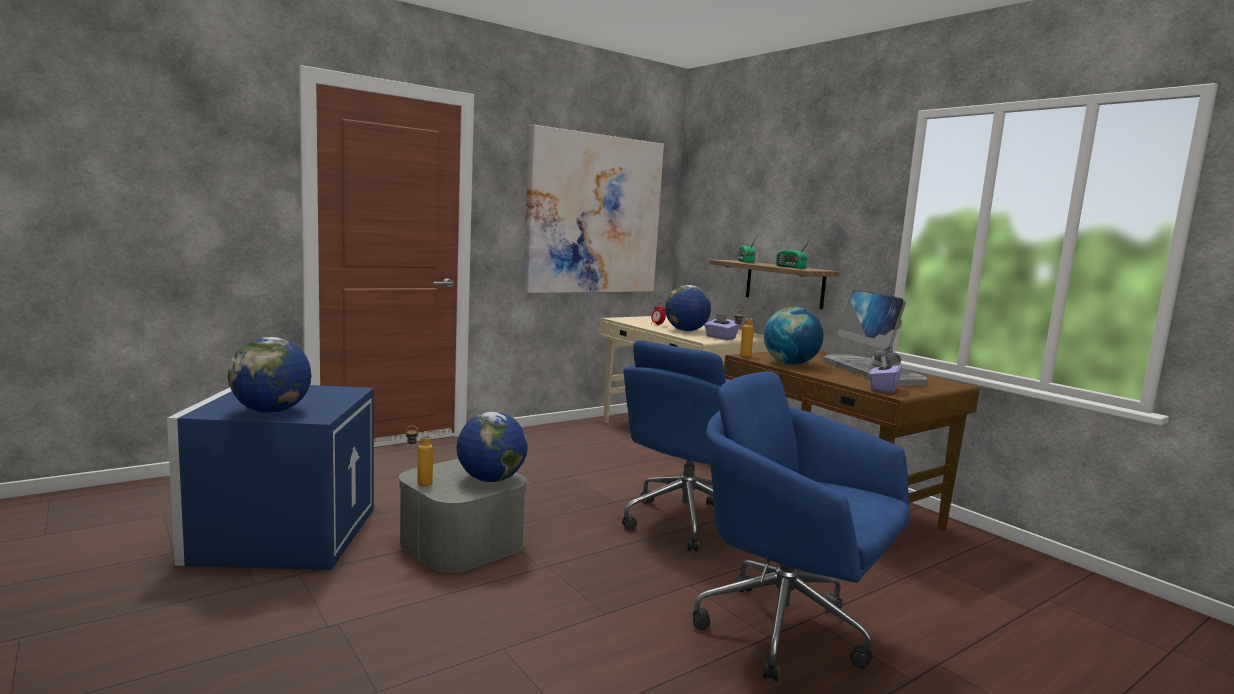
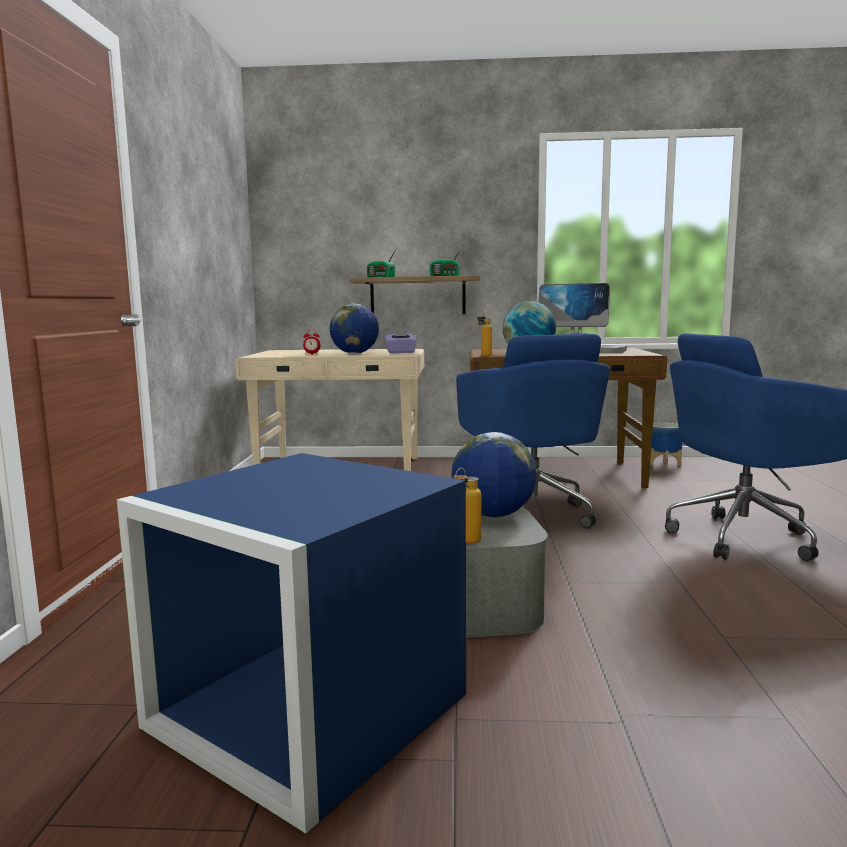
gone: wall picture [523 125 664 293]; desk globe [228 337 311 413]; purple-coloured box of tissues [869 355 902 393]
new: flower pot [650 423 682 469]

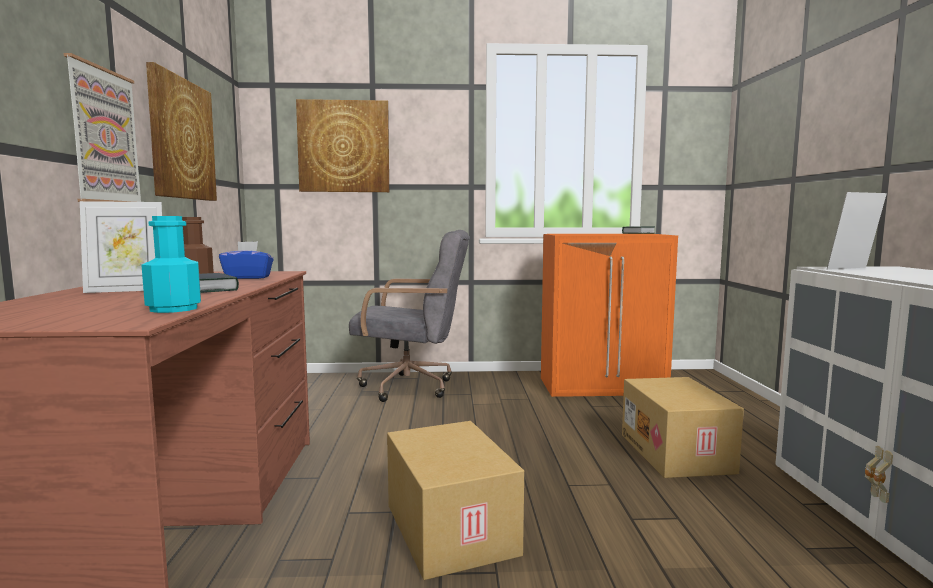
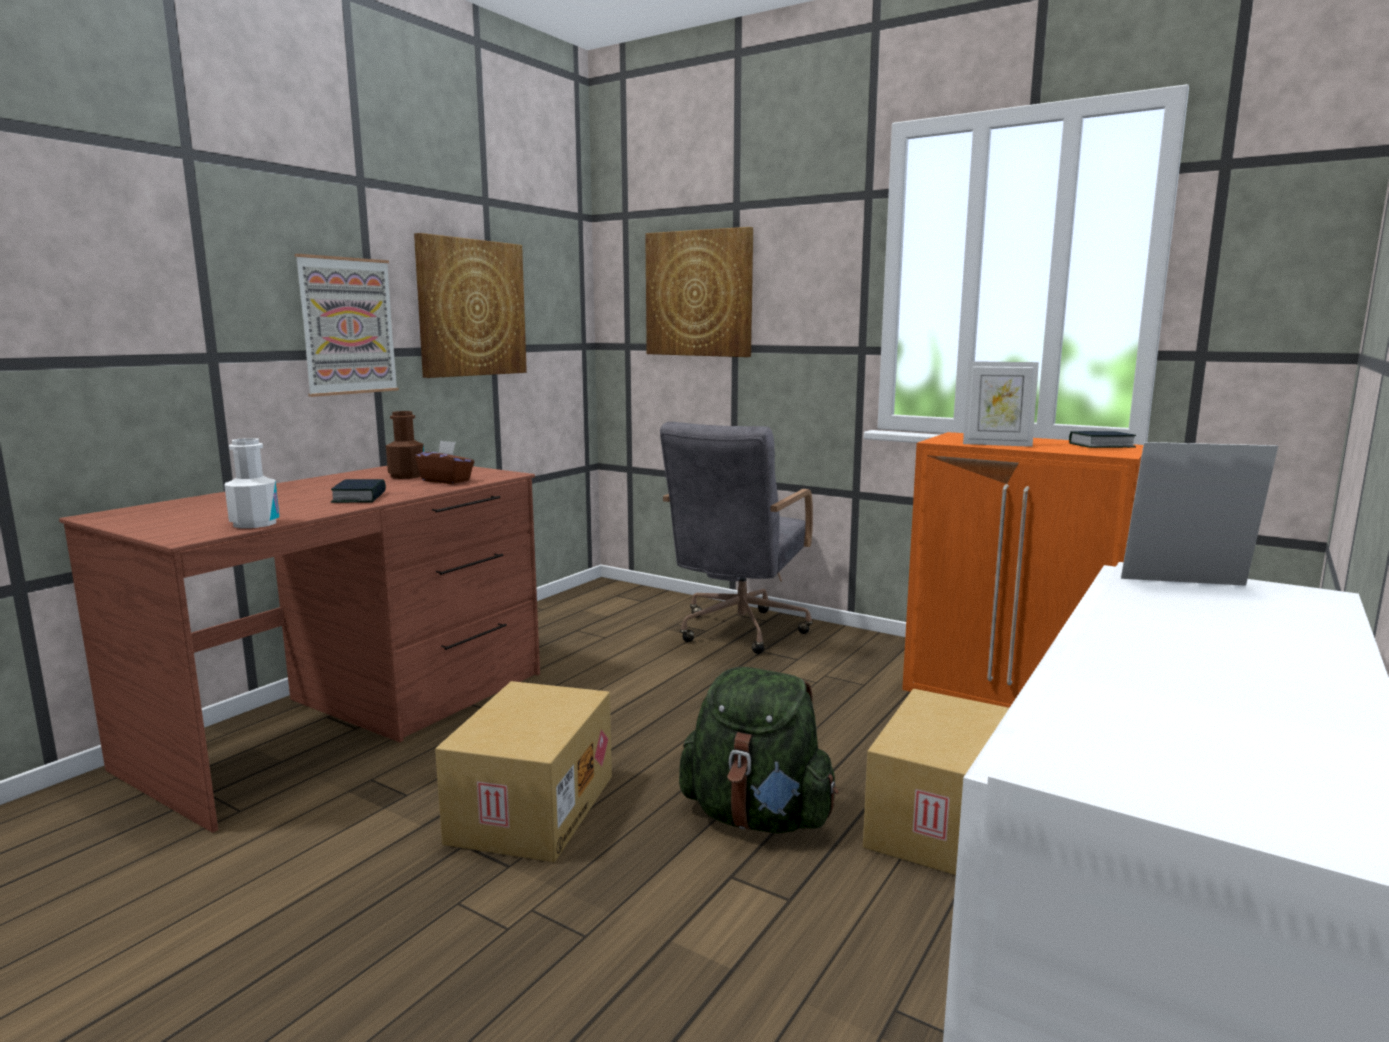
new: greenish rucksack [679 667 839 834]
shifted: photo frame [80 201 162 293] to [963 361 1039 447]
repainted: turquoise drink bottle [141 216 201 313] to whitish drink bottle [224 438 279 528]; blue box of tissues [219 241 274 279] to brownish box of tissues [415 440 474 484]
rotated: grey computer chair [349 230 470 402] = [660 422 813 654] 75 degrees clockwise

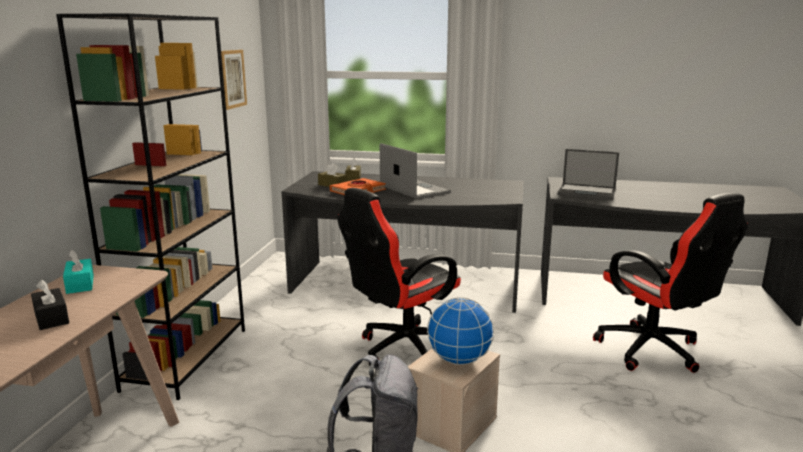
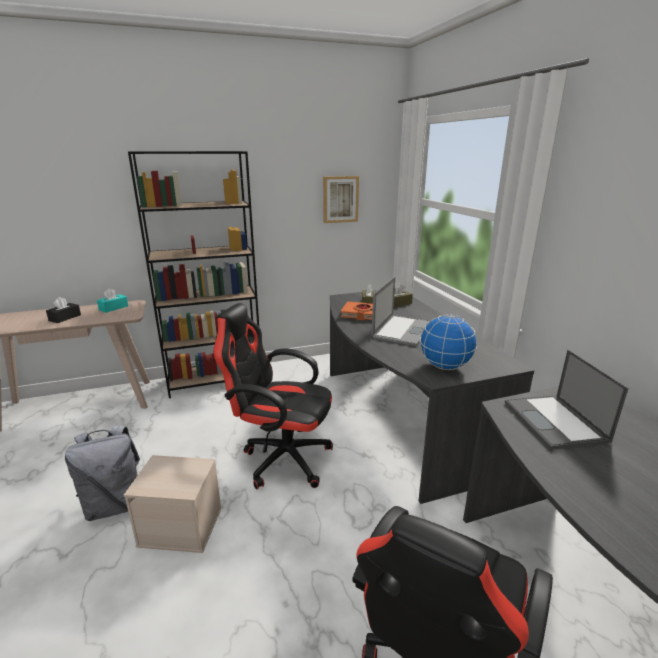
shifted: desk globe [427 297 494 365] to [420 314 477 370]

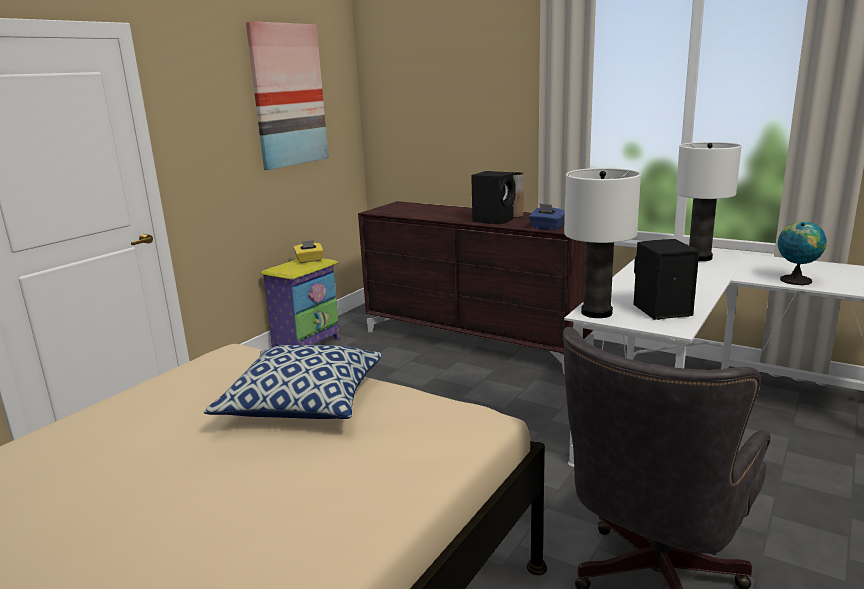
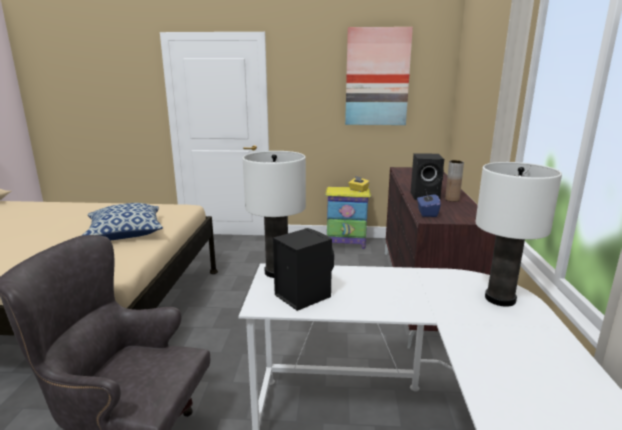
gone: desk globe [778 221 827 285]

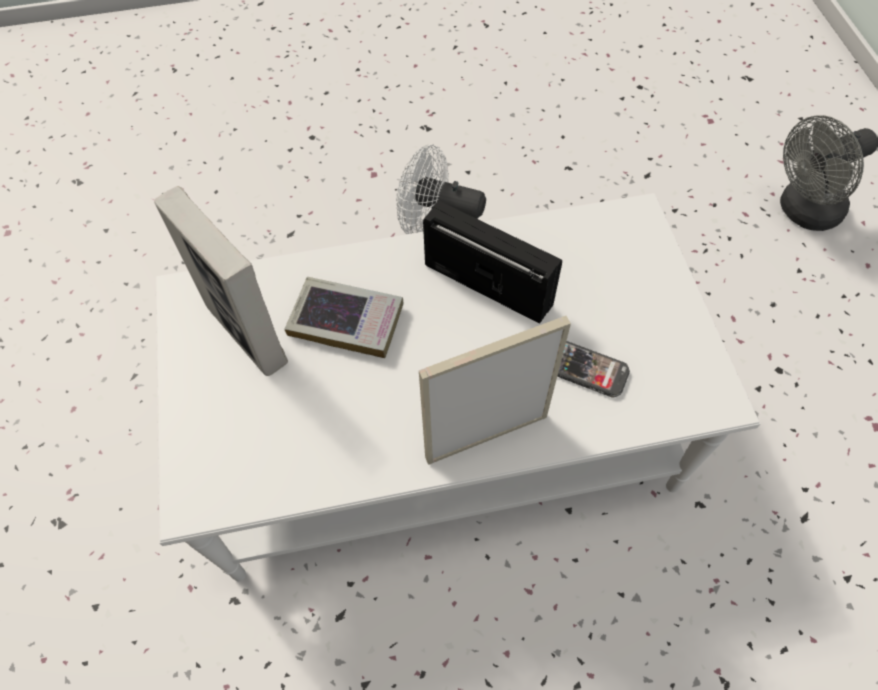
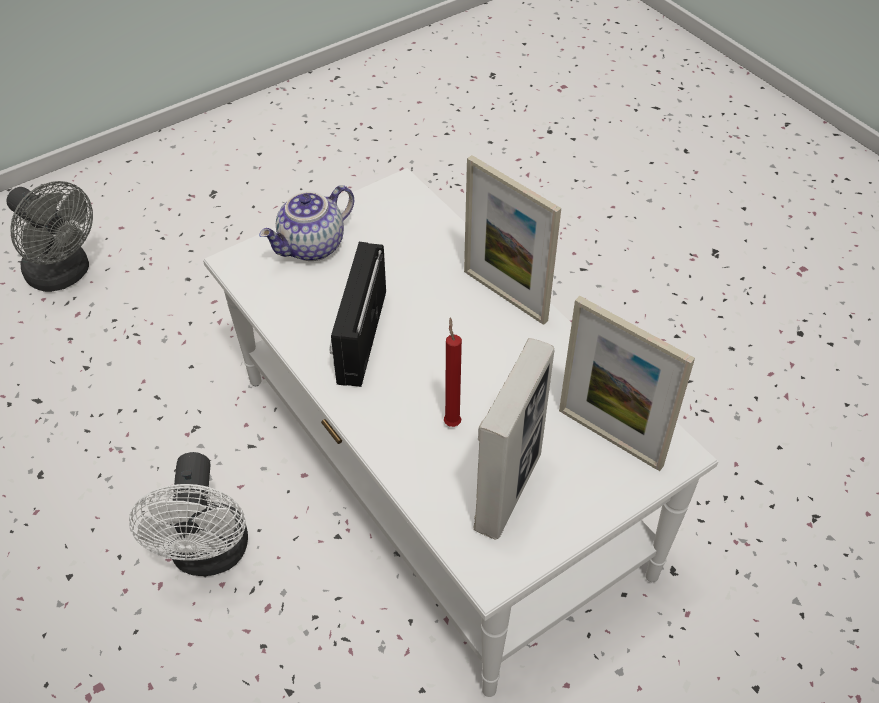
gone: phone [557 341 630 397]
new: pot for tea [259 185 354 261]; photo frame [559 296 695 471]
swapped: bound book [284 277 404 358] to red-coloured candle [444 318 462 427]

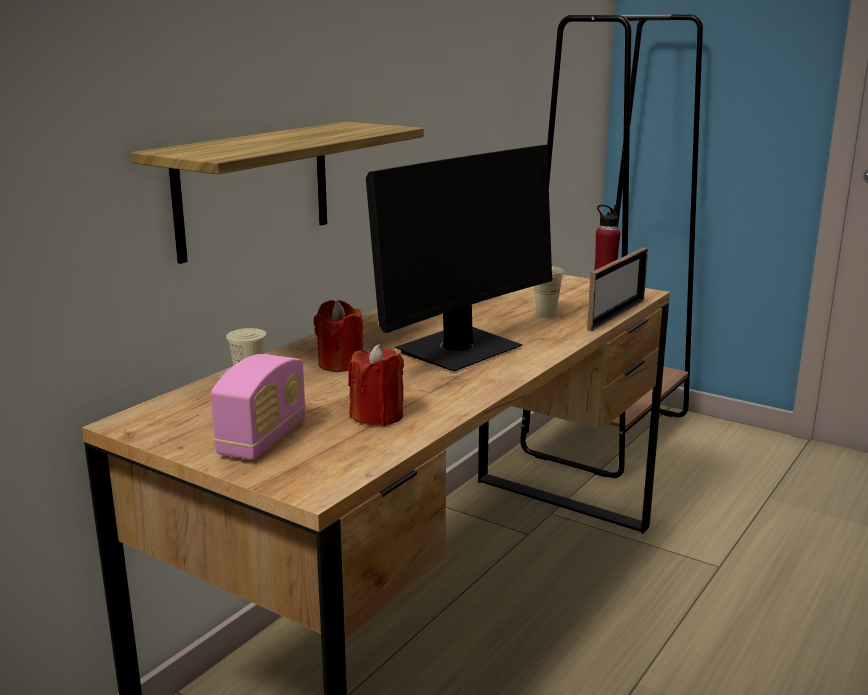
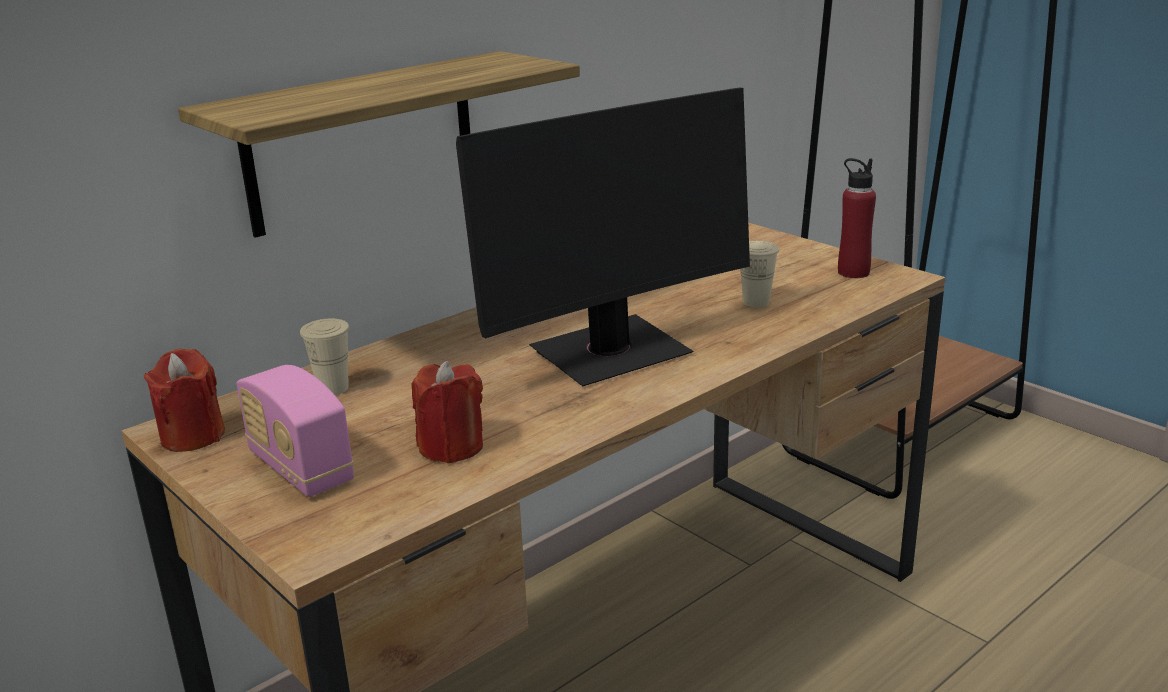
gone: photo frame [587 247 648 331]
shifted: red-coloured candle [314 300 364 372] to [144 349 225 452]
rotated: radio receiver [211 354 306 460] = [237 365 354 497] 105 degrees clockwise

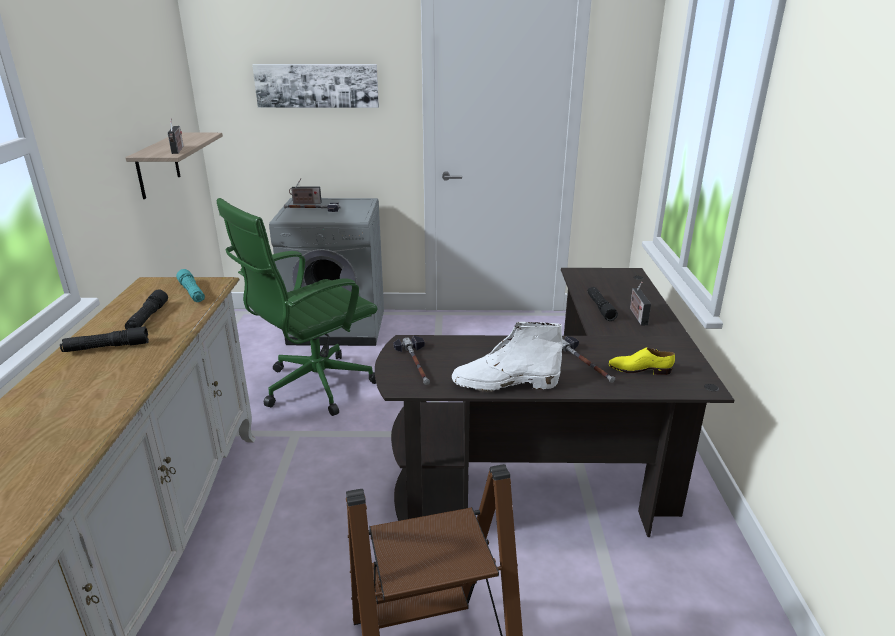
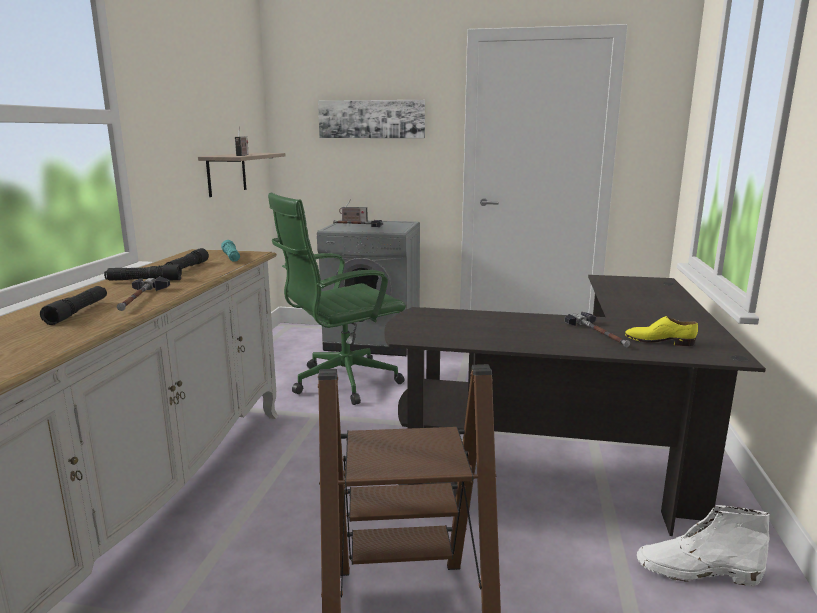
gone: radio receiver [630 282 651 325]
shifted: black torch [587 287 618 321] to [40 286 107 325]; whitish high-top boot [452 322 563 392] to [637 505 770 586]; hammer [393 336 430 385] to [117 276 170 311]

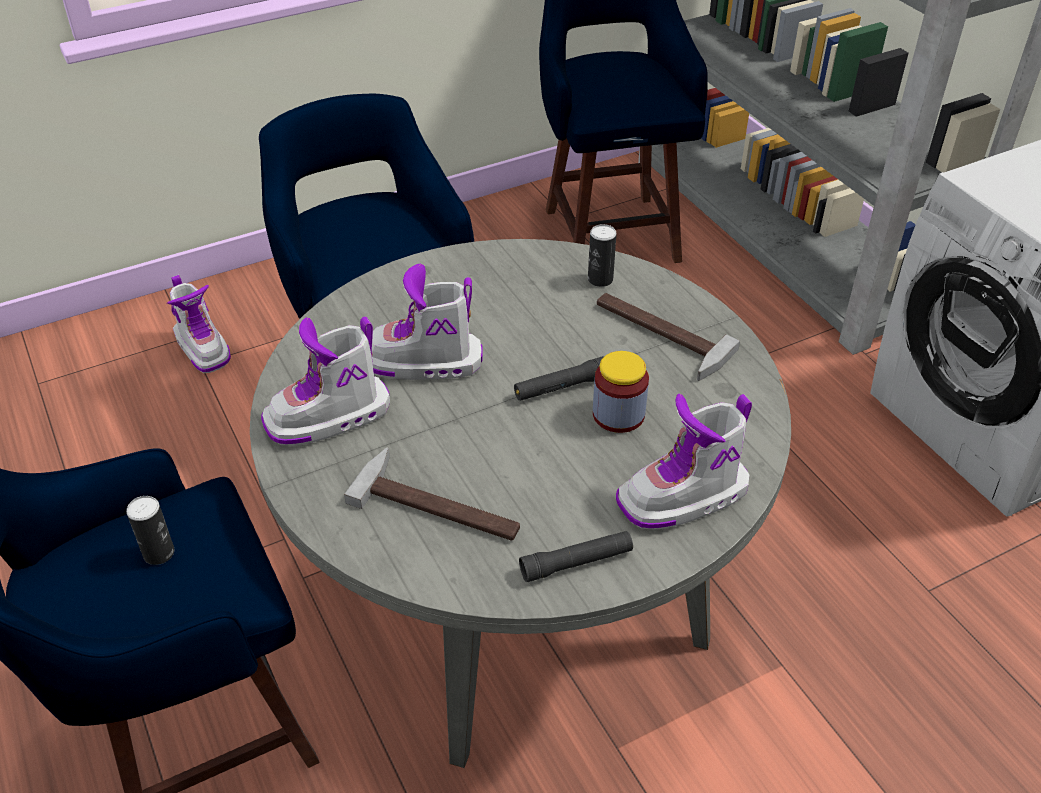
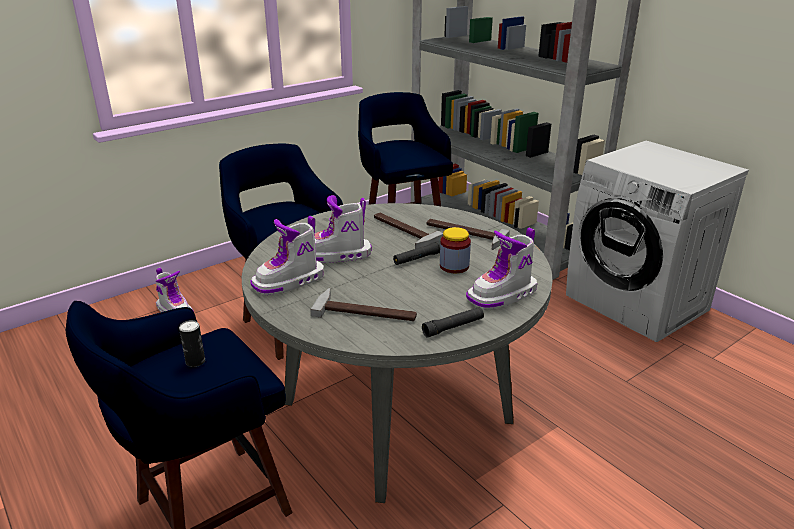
gone: can [588 224 617 287]
new: hammer [374 213 443 249]

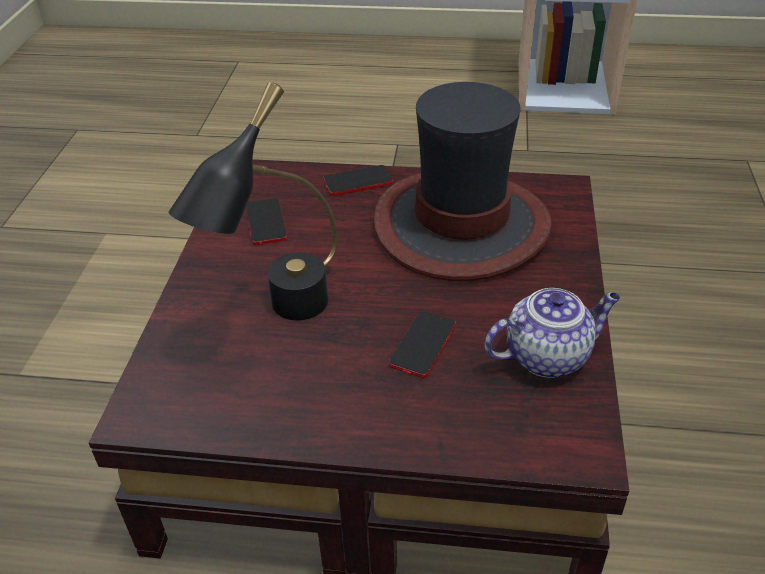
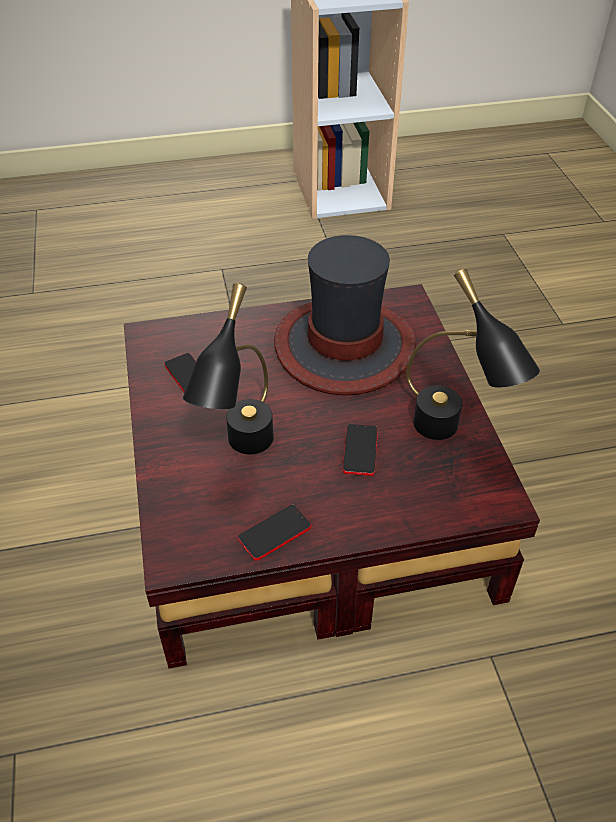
shifted: phone [323 165 393 196] to [238 505 311 561]
swapped: pot for tea [484 288 620 378] to black lamp for a table [406 269 540 440]

